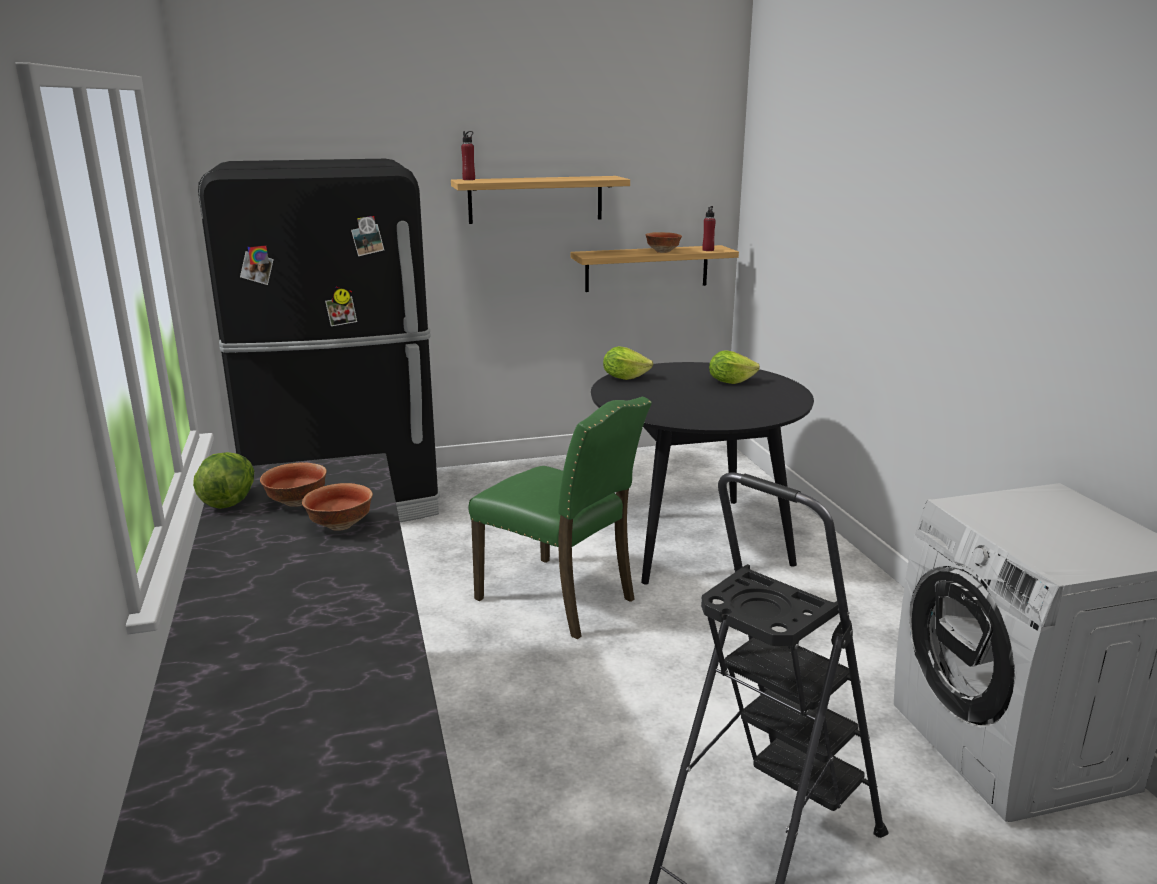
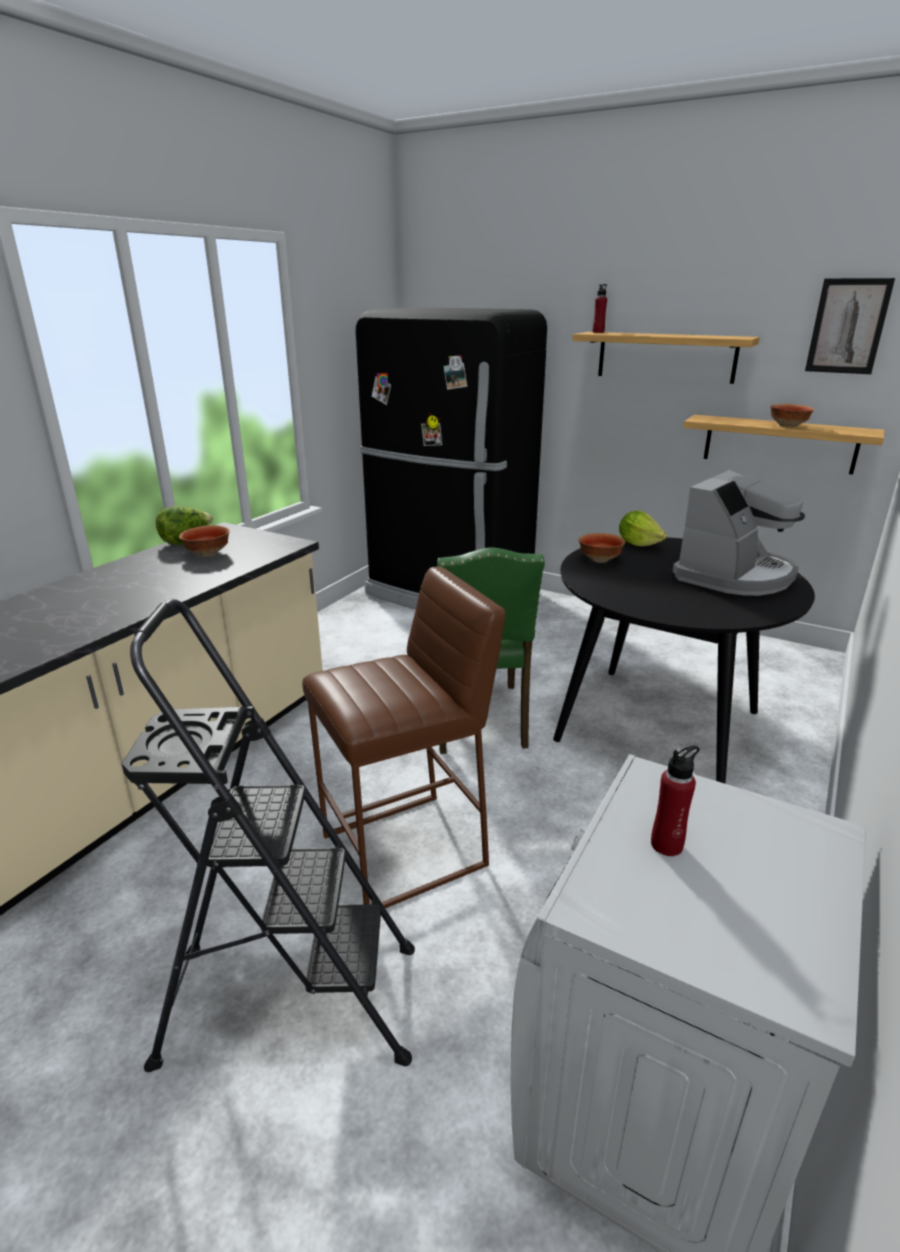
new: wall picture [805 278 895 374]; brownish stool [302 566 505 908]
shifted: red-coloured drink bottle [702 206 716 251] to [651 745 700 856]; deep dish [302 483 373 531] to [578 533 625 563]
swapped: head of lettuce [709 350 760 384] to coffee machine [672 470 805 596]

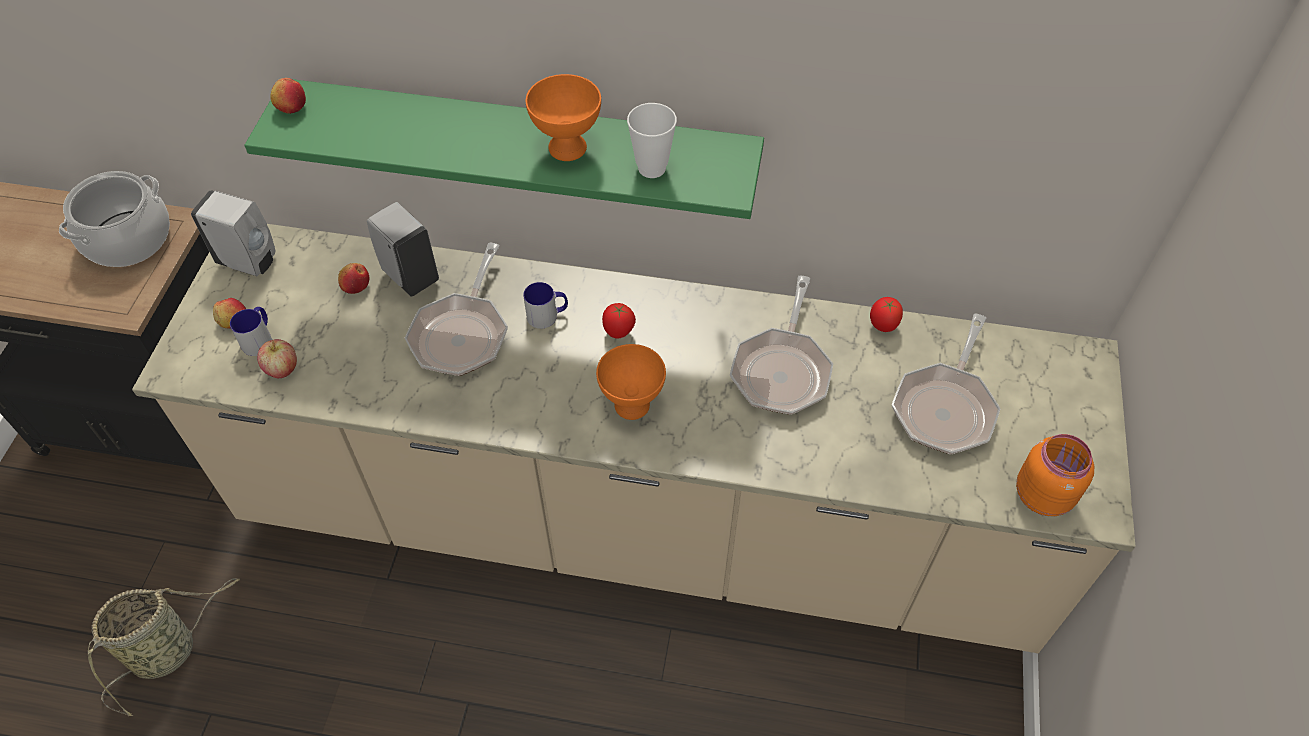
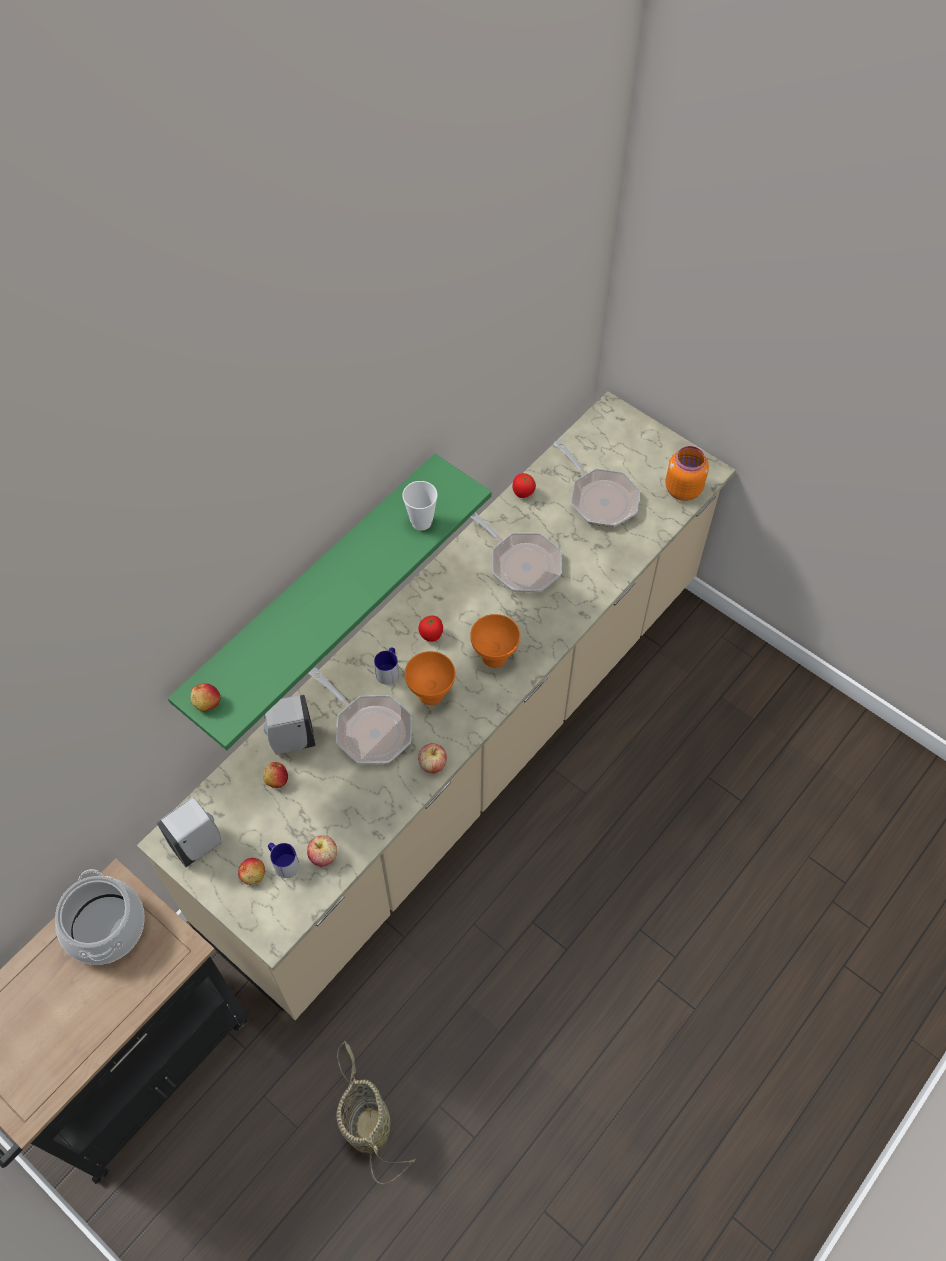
new: apple fruit [418 743 447 773]
shifted: orangey deep dish [526 74 601 161] to [405 651 455 705]

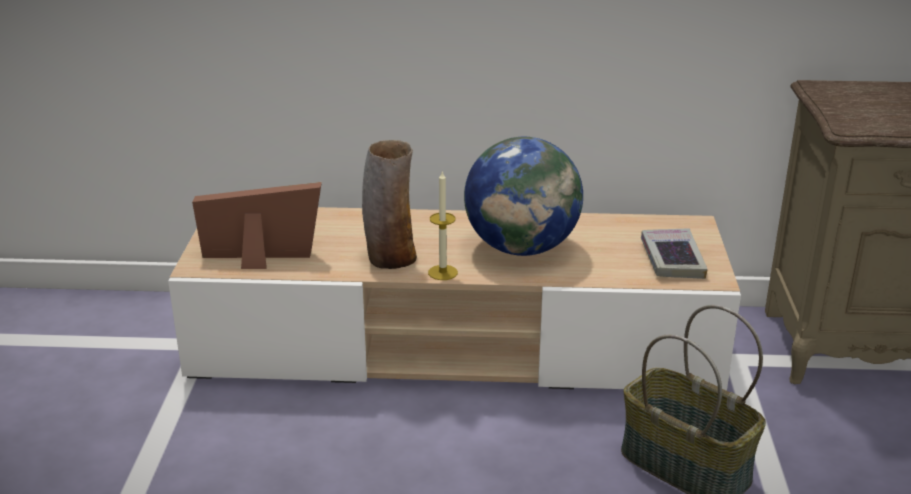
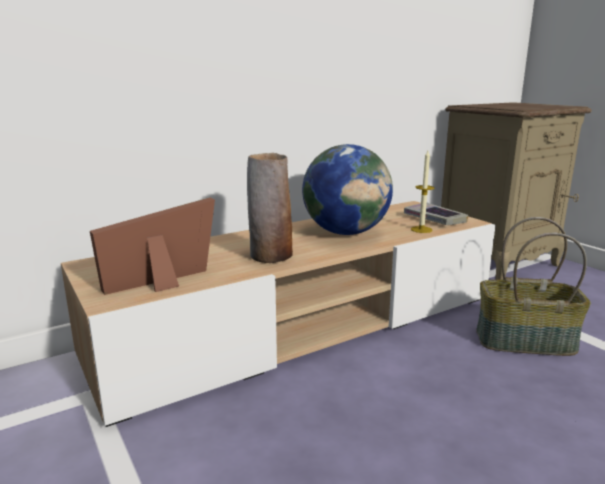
shifted: candle [428 171 458 280] to [411 151 434 233]

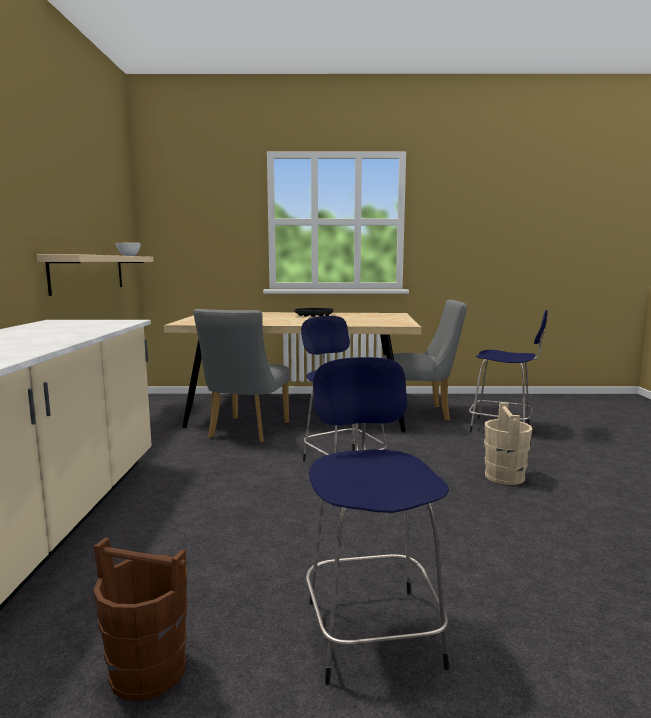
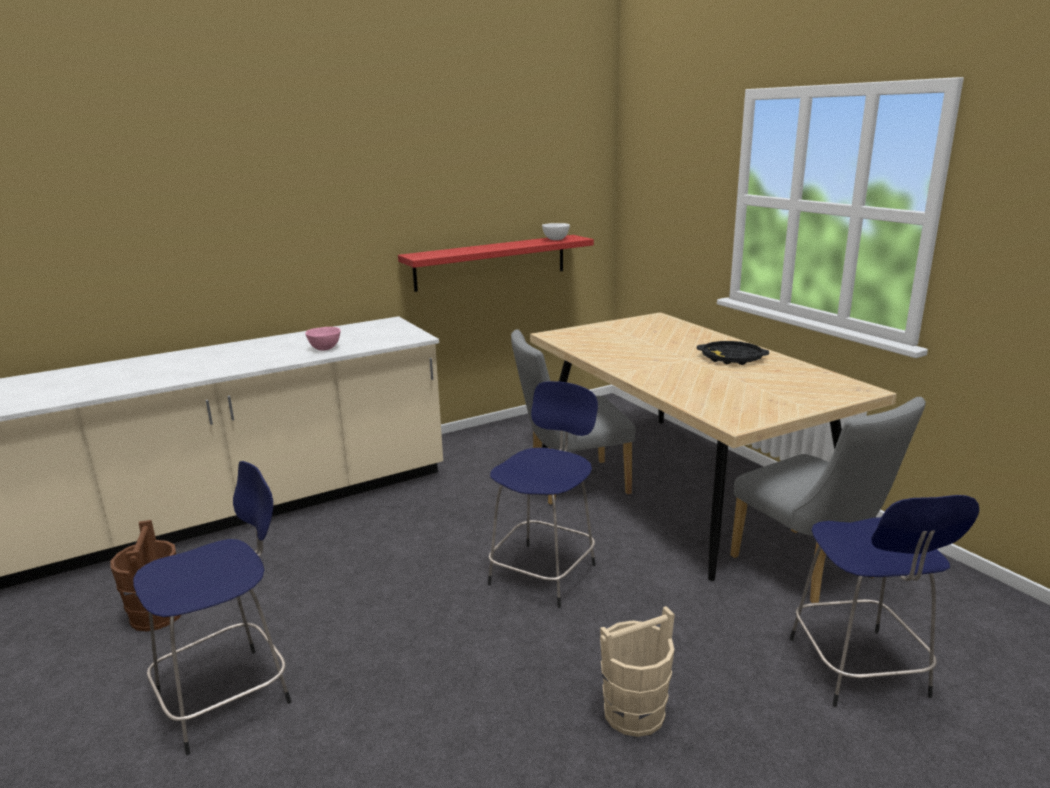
new: pink-coloured deep dish [305 327 341 351]
repainted: sand-coloured wall shelf [37 254 154 296] to red-coloured wall shelf [398 235 594 292]

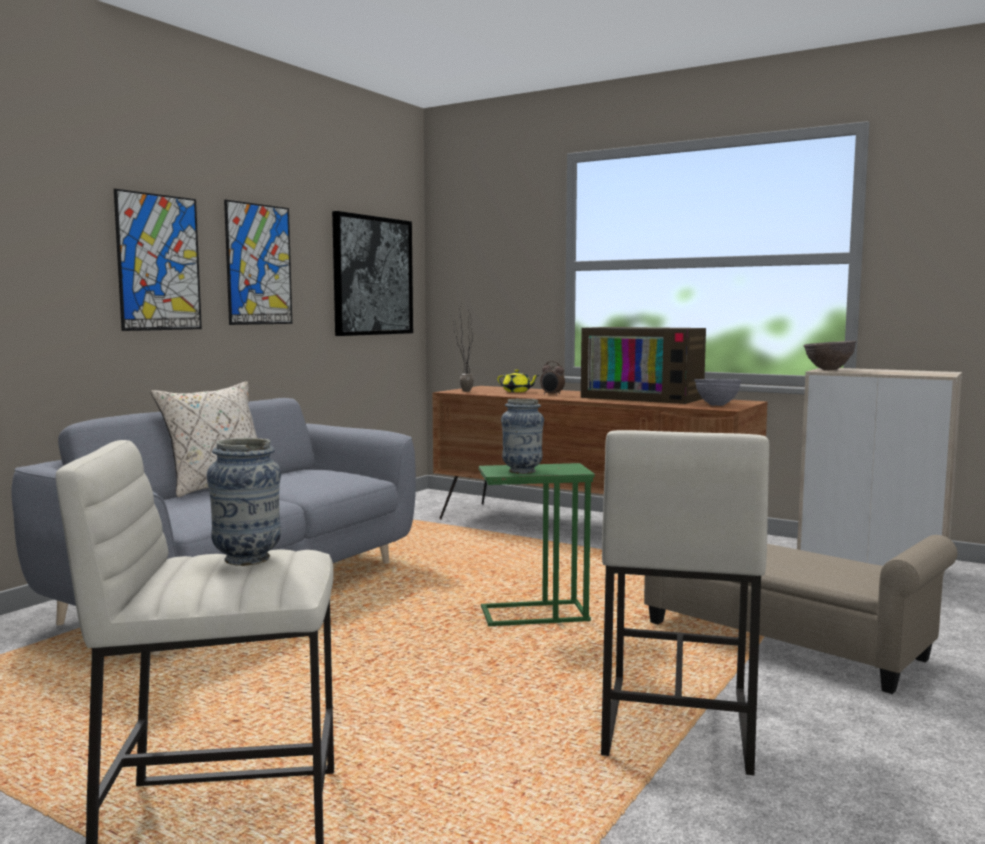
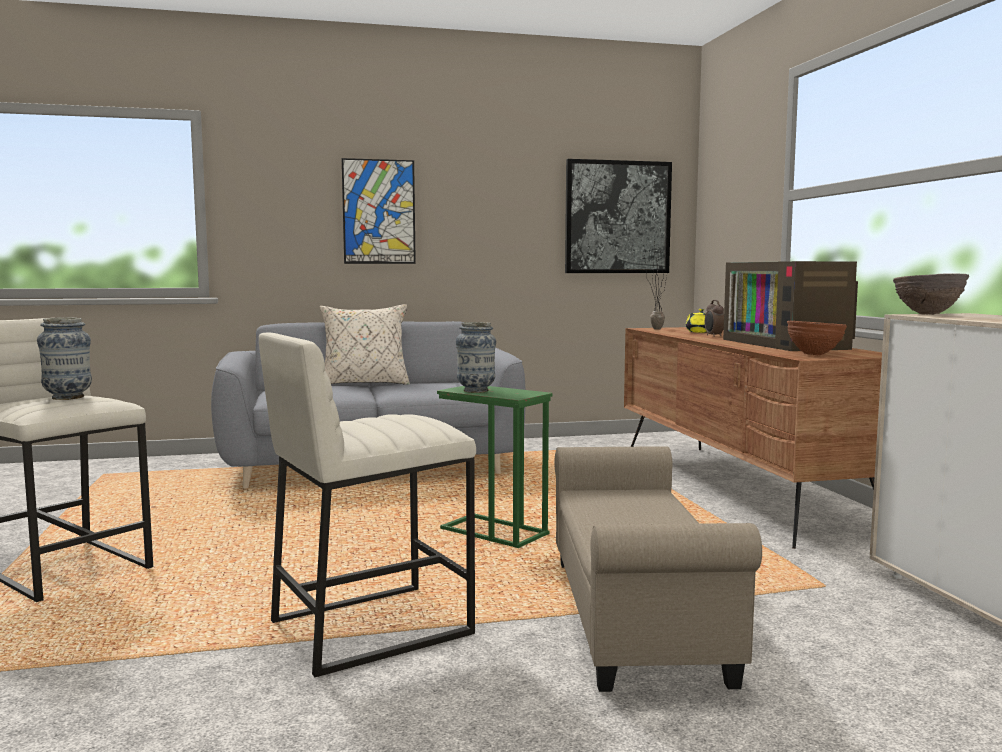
gone: wall picture [224 200 292 325]
repainted: grey deep dish [694 379 742 406] to brownish deep dish [787 321 847 356]

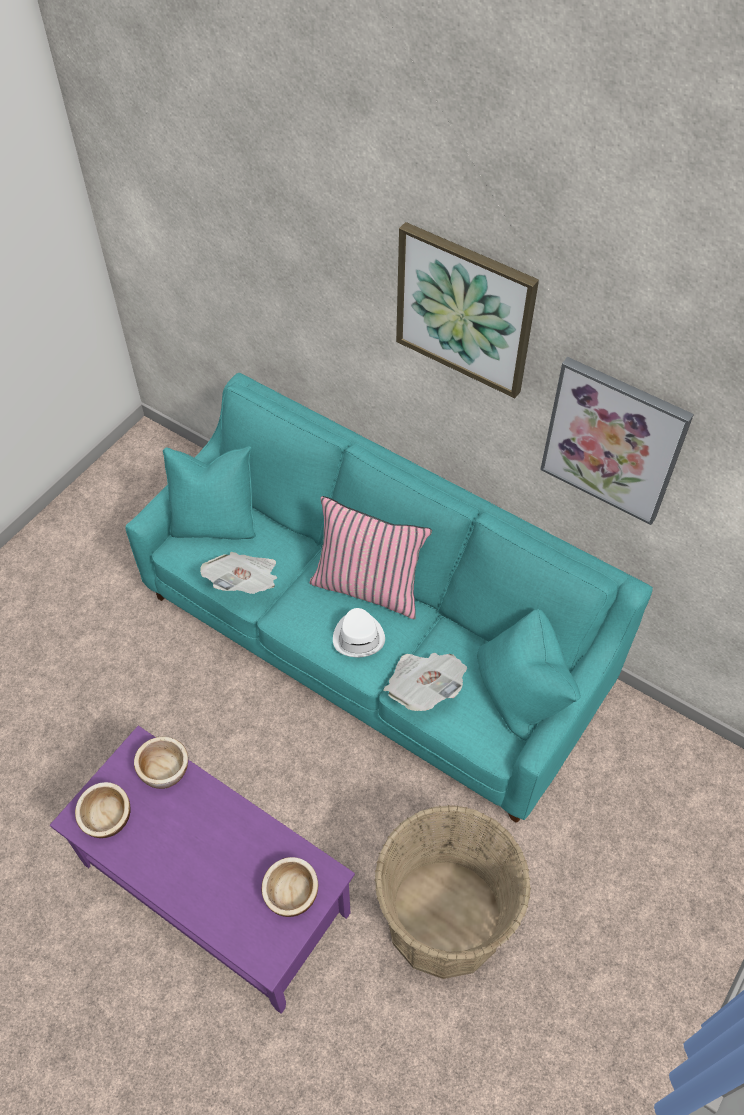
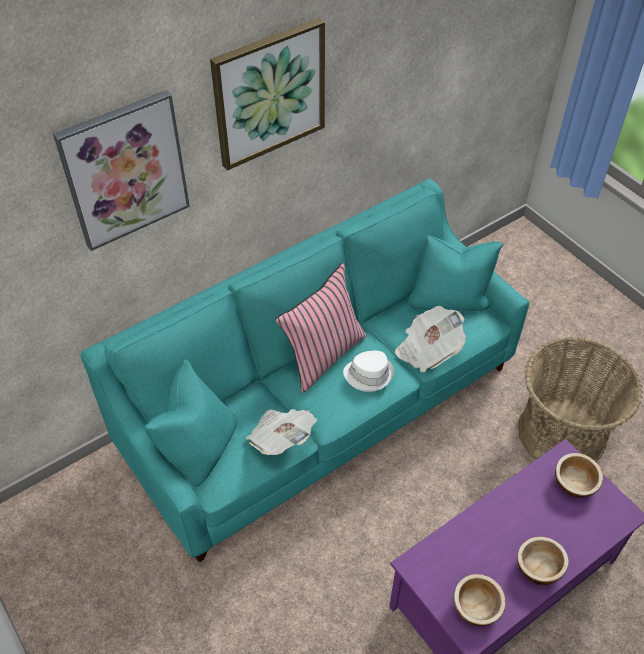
shifted: wall picture [540 357 694 525] to [53 90 190 251]; deep dish [134 737 188 789] to [517 536 569 585]

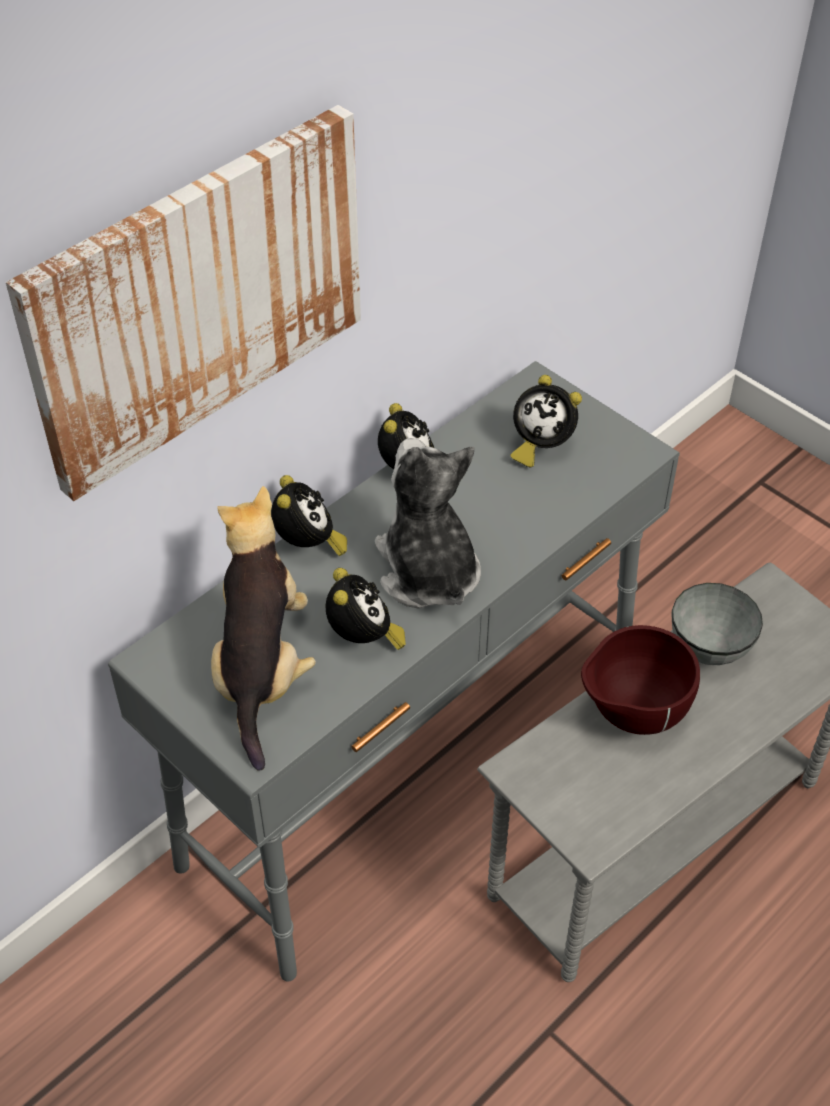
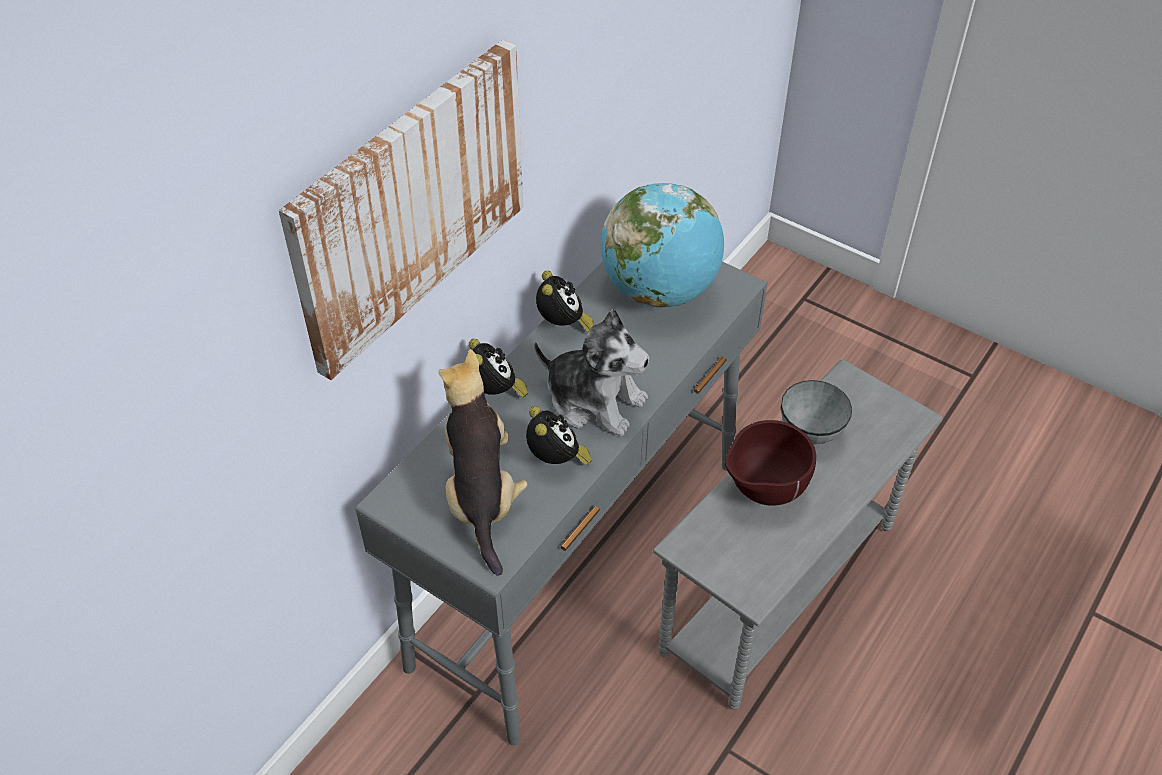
swapped: bedside clock [510 375 582 467] to desk globe [601 183 724 308]
rotated: soft toy [375 438 481 609] = [534 309 649 436] 150 degrees clockwise

